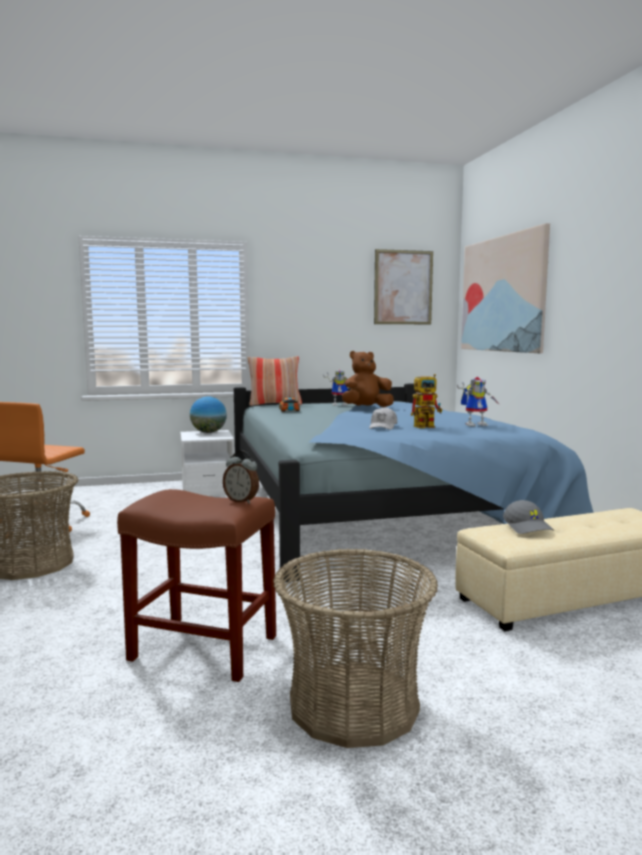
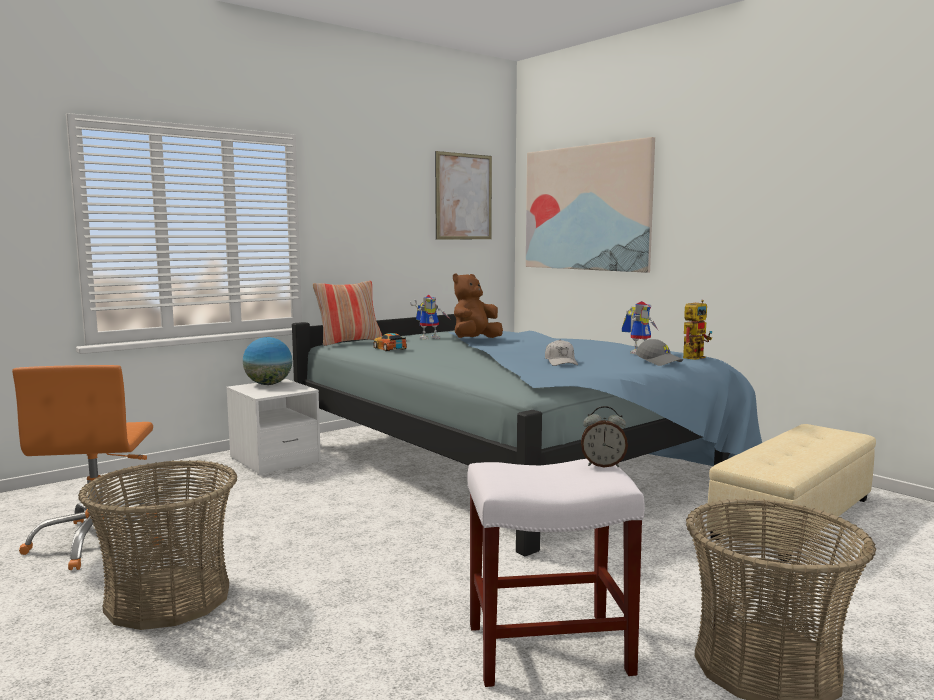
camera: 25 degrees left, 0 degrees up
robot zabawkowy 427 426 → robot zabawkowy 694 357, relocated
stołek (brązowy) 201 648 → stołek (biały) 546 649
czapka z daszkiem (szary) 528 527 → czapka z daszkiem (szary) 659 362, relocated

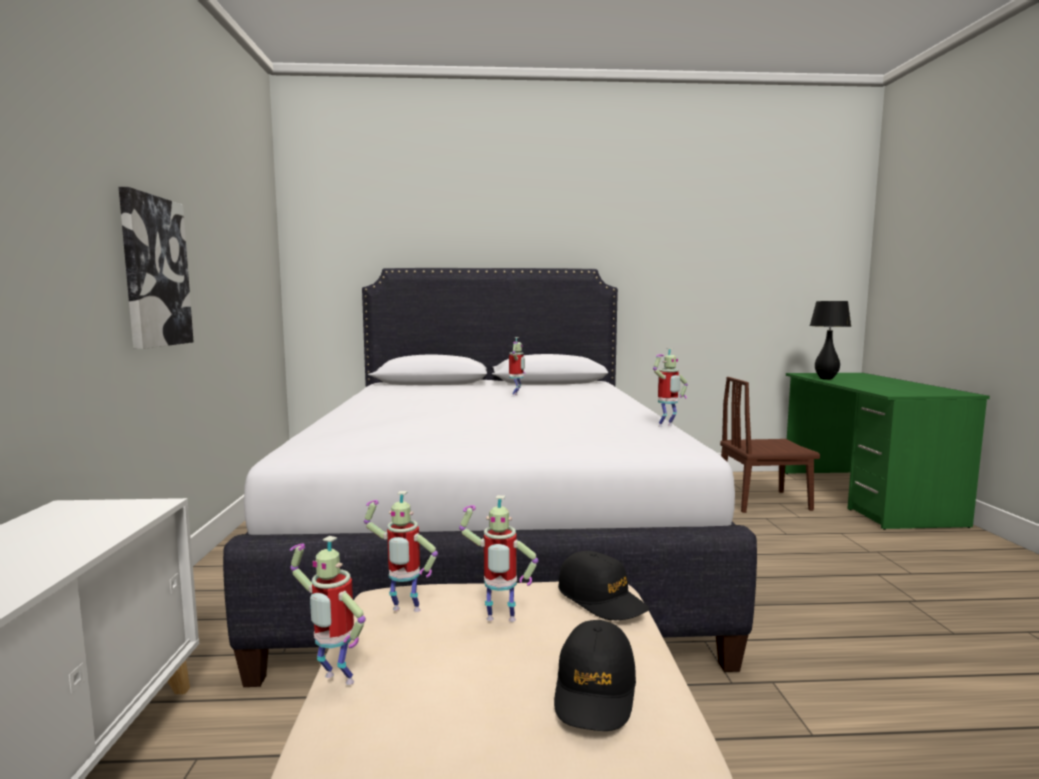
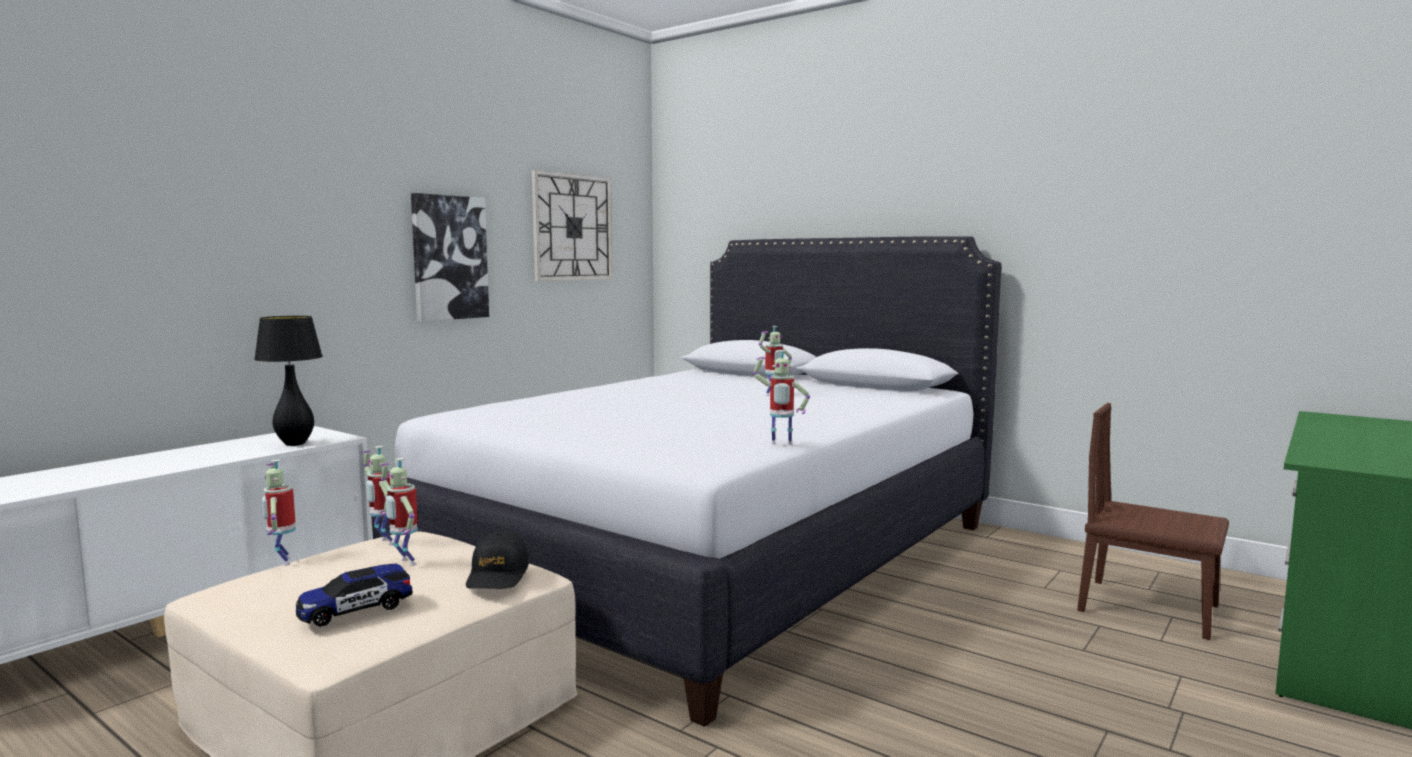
camera: 40 degrees right, 0 degrees up
lampa stołowa (czarny) 826 379 → lampa stołowa (czarny) 294 444, relocated
czapka z daszkiem (czarny) 595 690 → samochodzik 355 610
- → zegar ścienny 572 227

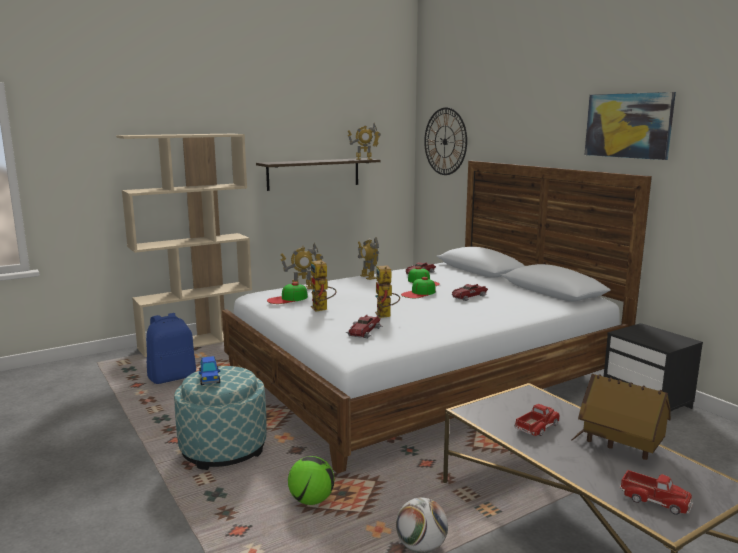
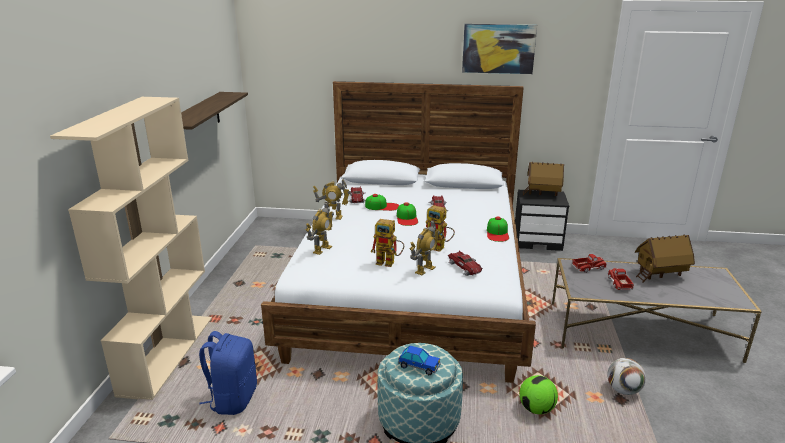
camera: 50 degrees left, 10 degrees up
zegar ścienny 445 141 → -
robot zabawkowy 364 159 → robot zabawkowy 424 270, relocated
czapka z daszkiem 287 299 → czapka z daszkiem 497 233, relocated
ciężarówka zabawkowa 655 500 → ciężarówka zabawkowa 588 268, relocated
- → domek 542 193

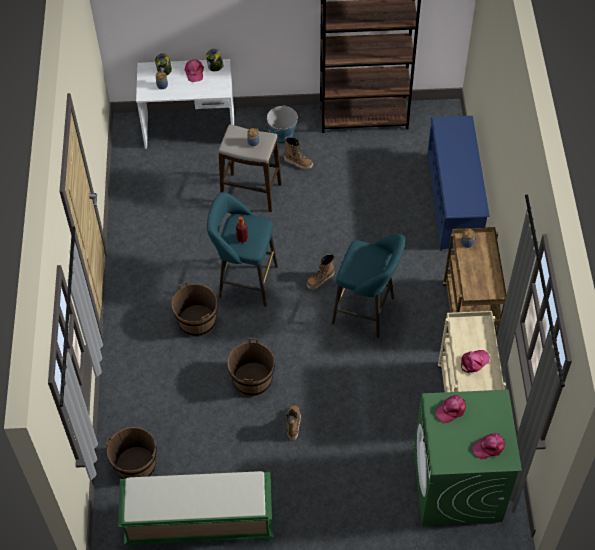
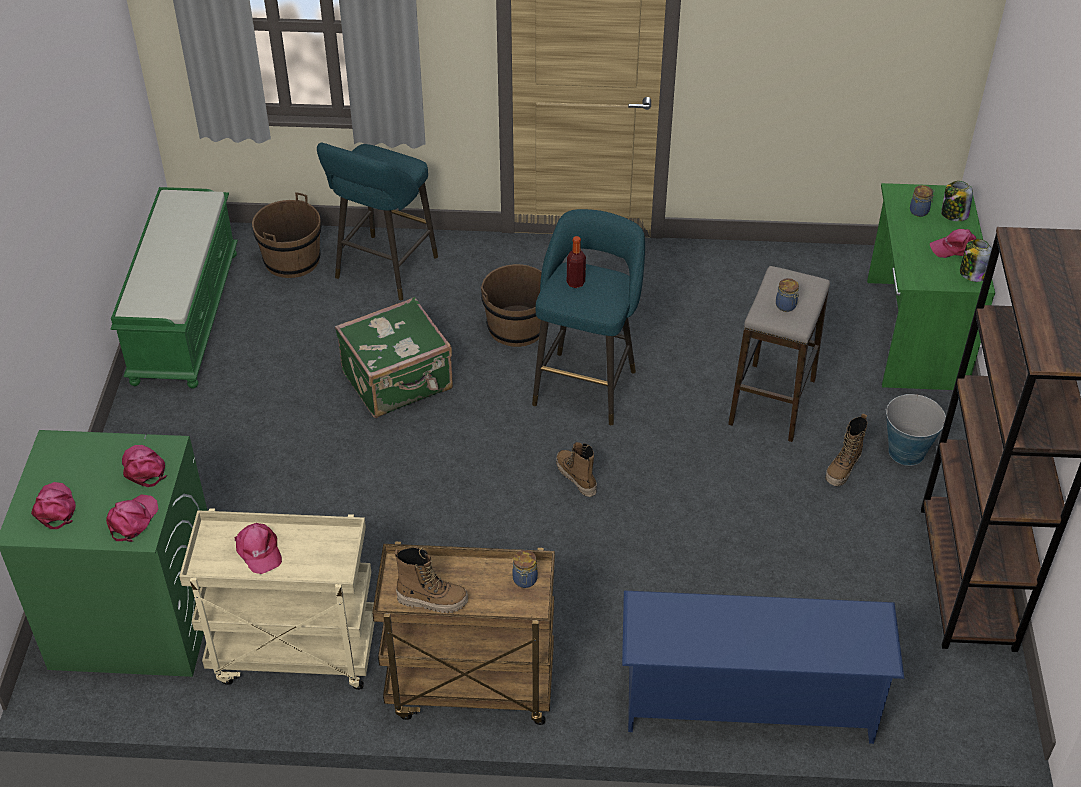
camera: 95 degrees right, 10 degrees down
biurko (biały) 190 130 → biurko (zielony) 913 334
stołek (turkusowy) 367 312 → stołek (turkusowy) 383 271, relocated
wiadro (brązowy) 252 380 → walizka (zielony) 398 382
but z cholewką 293 424 → but z cholewką 432 600, relocated
- → czapka z daszkiem (różowy) 132 520

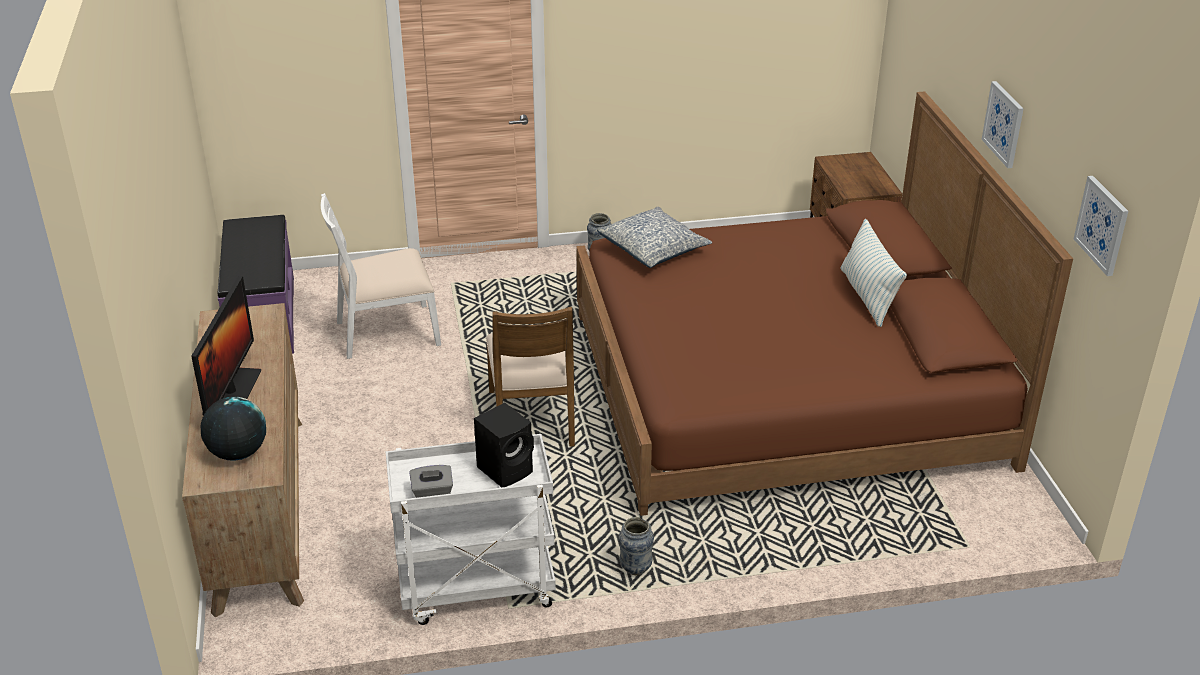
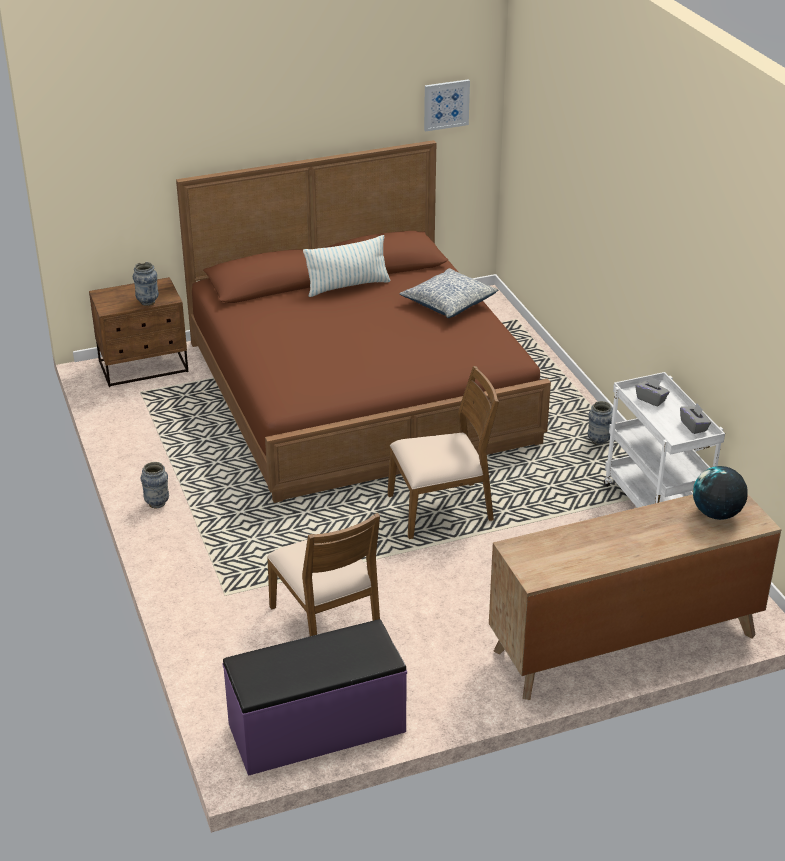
camera: 100 degrees left, 0 degrees up
obraz 1004 124 → -
krzesło (biały) 387 332 → krzesło (brązowy) 327 623
poduszka 653 249 → poduszka 449 303, relocated
monitor 232 392 → -
głośnik (czarny) 506 469 → pudełko chusteczek (szary) 651 399
- → wazon 147 302

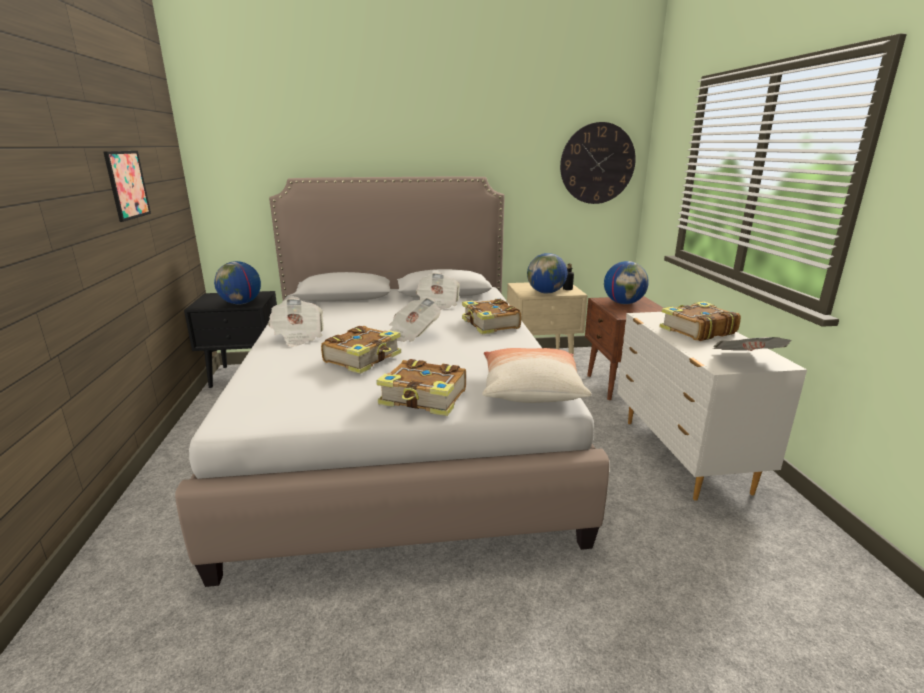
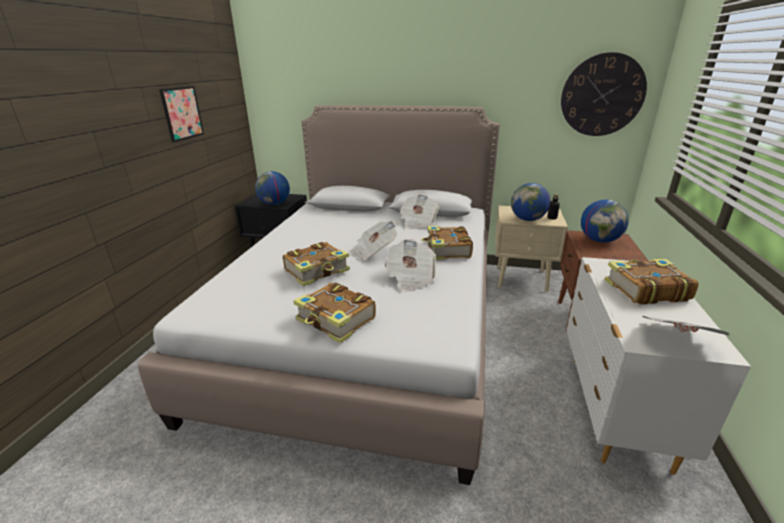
camera: 20 degrees right, 5 degrees up
gazeta 298 336 → gazeta 410 278, relocated
poduszka 530 390 → -

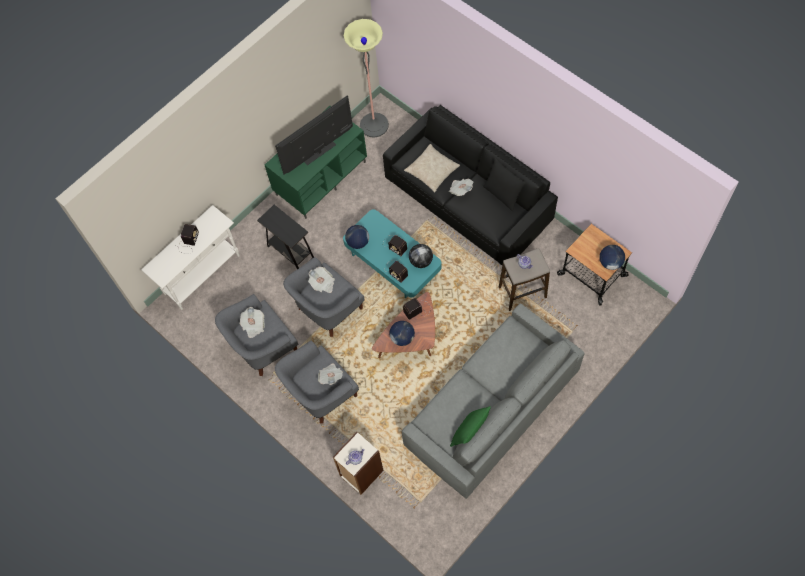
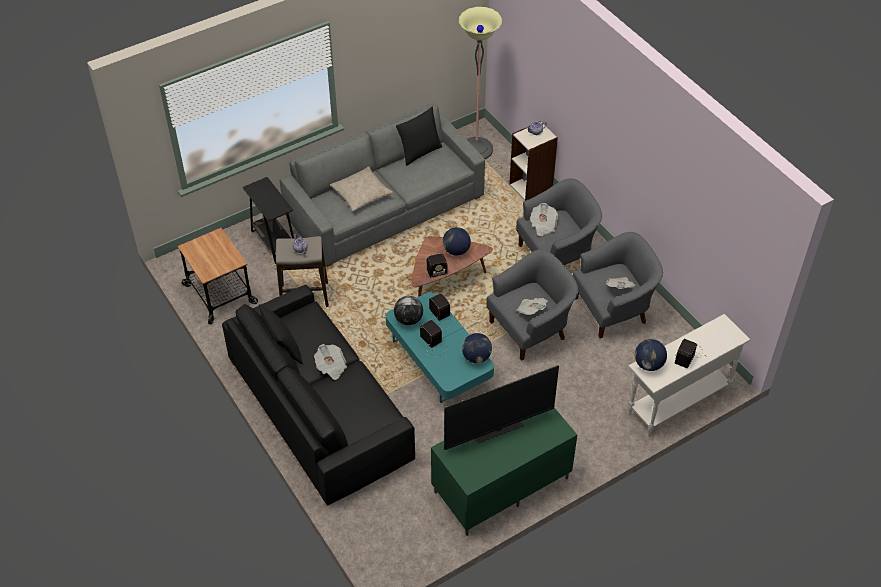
camera: 170 degrees left, 15 degrees down
lampa stojąca 374 125 → lampa stojąca 476 149, relocated
poduszka (beżowy) 432 171 → poduszka (beżowy) 361 194, relocated
stolik (czarny) 290 252 → stolik (czarny) 274 242, relocated
globus 610 263 → globus 649 364, relocated
poduszka (zielony) 469 433 → poduszka (czarny) 419 152

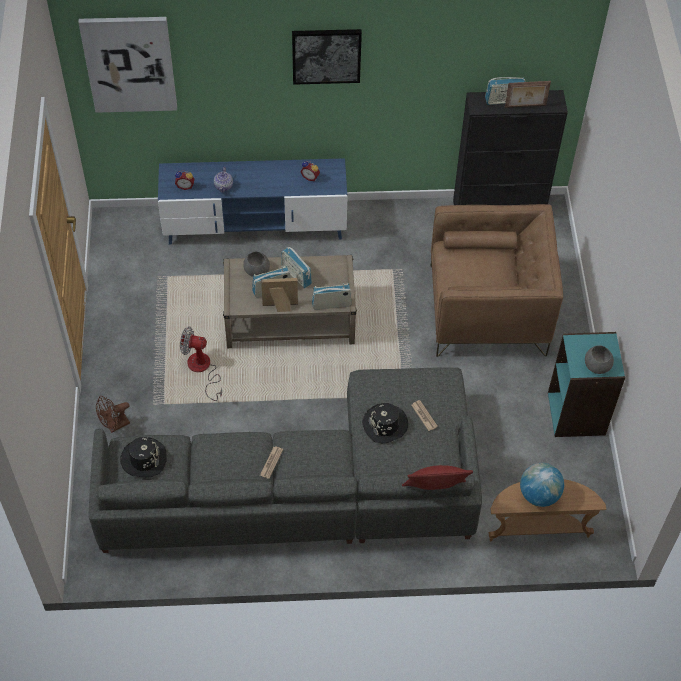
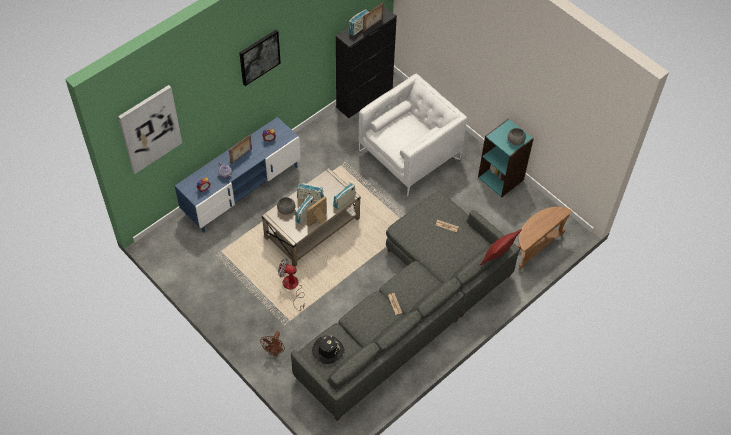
camera: 40 degrees left, 0 degrees up
fotel (brązowy) 487 310 → fotel (biały) 409 155
wentylator 202 370 → wentylator 292 288, 45 degrees clockwise
kapelusz (czarny) 385 425 → -
globus 539 494 → -
- → ramka na zdjęcie 241 156

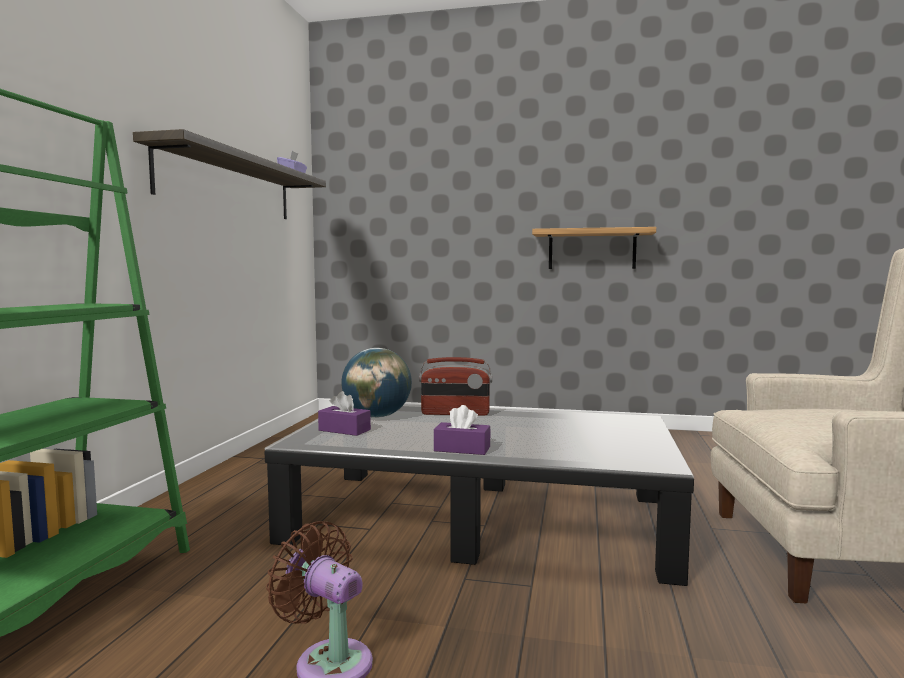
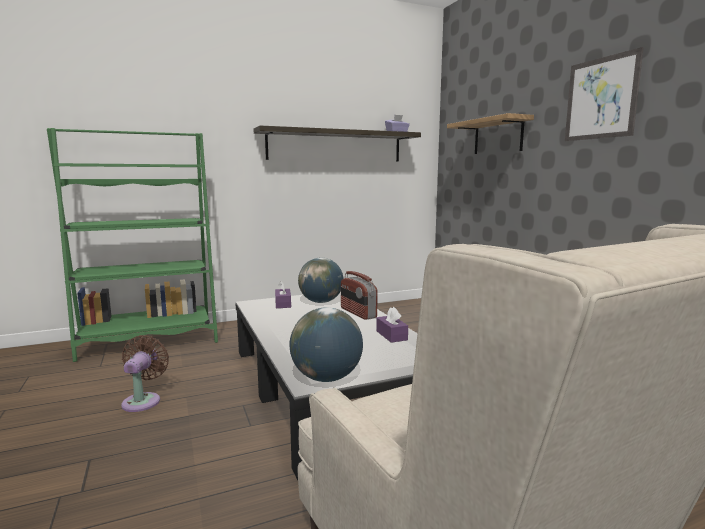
camera: 55 degrees right, 5 degrees up
półka 592 249 → półka 498 136, relocated
pudełko chusteczek (fioletowy) 462 449 → pudełko chusteczek (fioletowy) 391 335, relocated
- → obraz 601 98
- → globus 327 378

